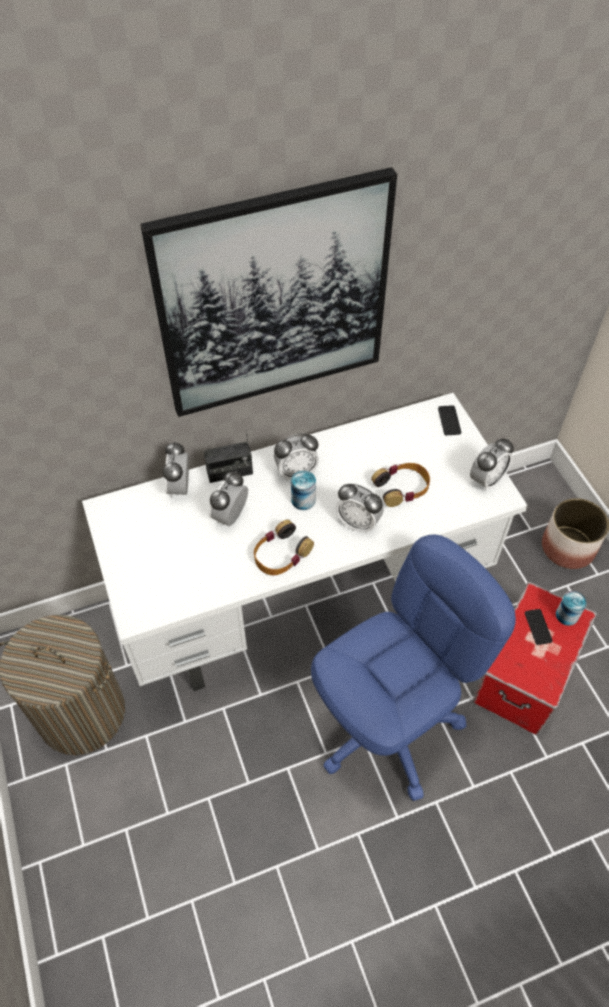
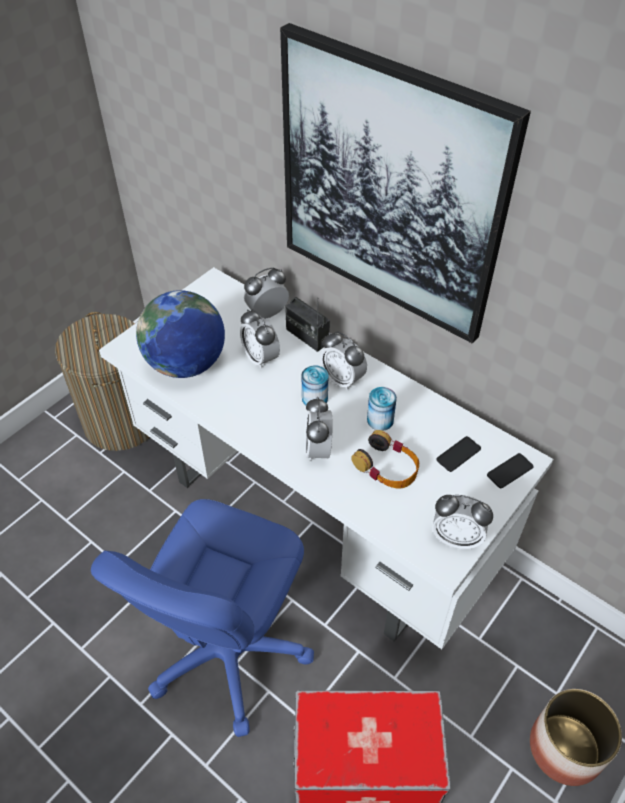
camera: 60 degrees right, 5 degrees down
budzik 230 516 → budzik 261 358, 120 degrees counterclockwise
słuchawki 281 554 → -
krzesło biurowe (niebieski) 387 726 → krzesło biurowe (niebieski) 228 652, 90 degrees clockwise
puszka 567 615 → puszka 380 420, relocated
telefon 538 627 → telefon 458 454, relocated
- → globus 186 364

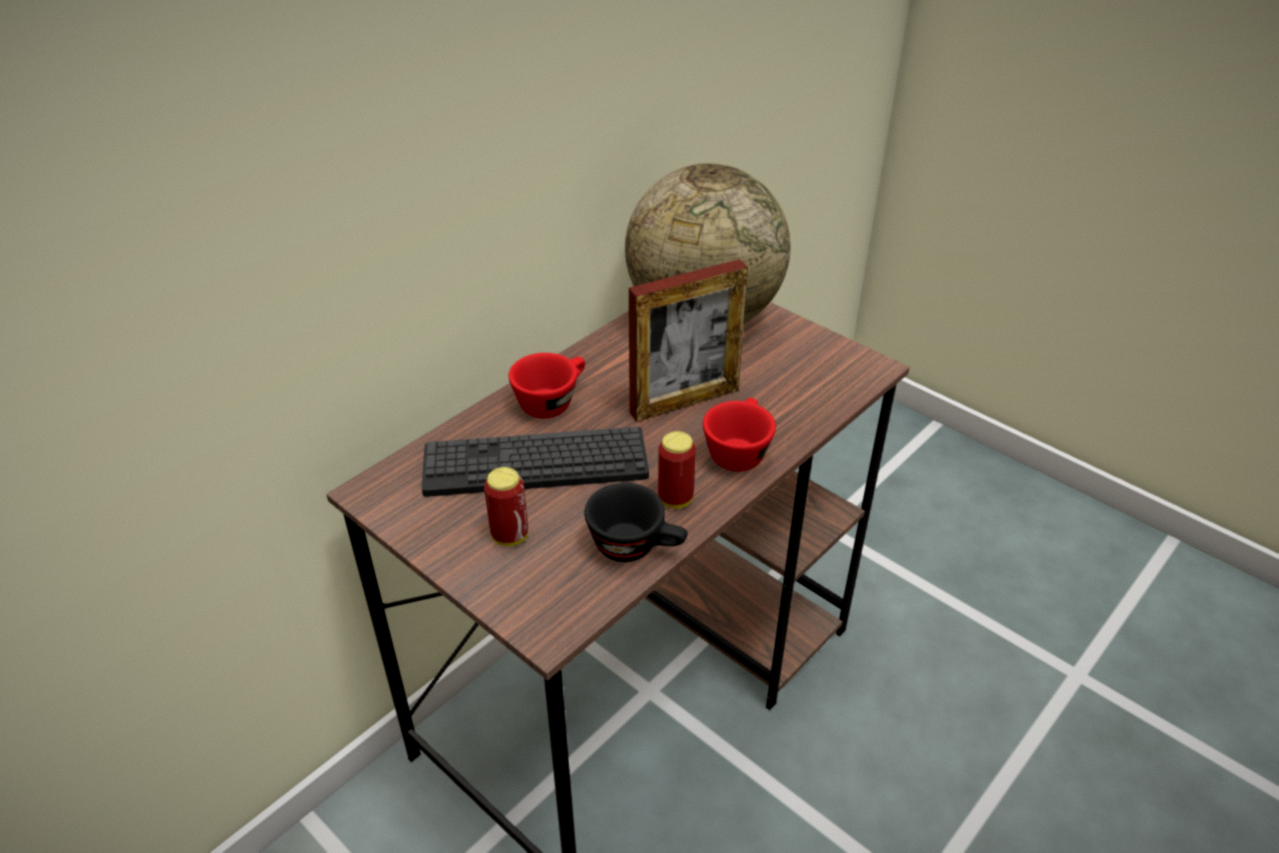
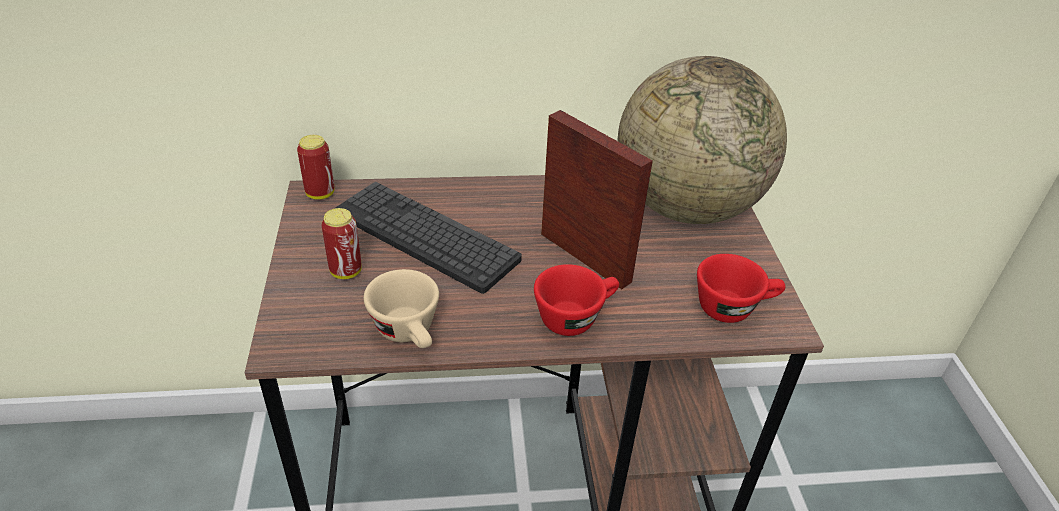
camera: 40 degrees right, 0 degrees up
ramka na zdjęcie 684 401 → ramka na zdjęcie 585 257, 150 degrees counterclockwise
filiżanka (czerwony) 552 401 → filiżanka (czerwony) 733 307, relocated
puszka 675 499 → puszka 320 194, relocated
filiżanka (czarny) 636 546 → filiżanka (beżowy) 410 333

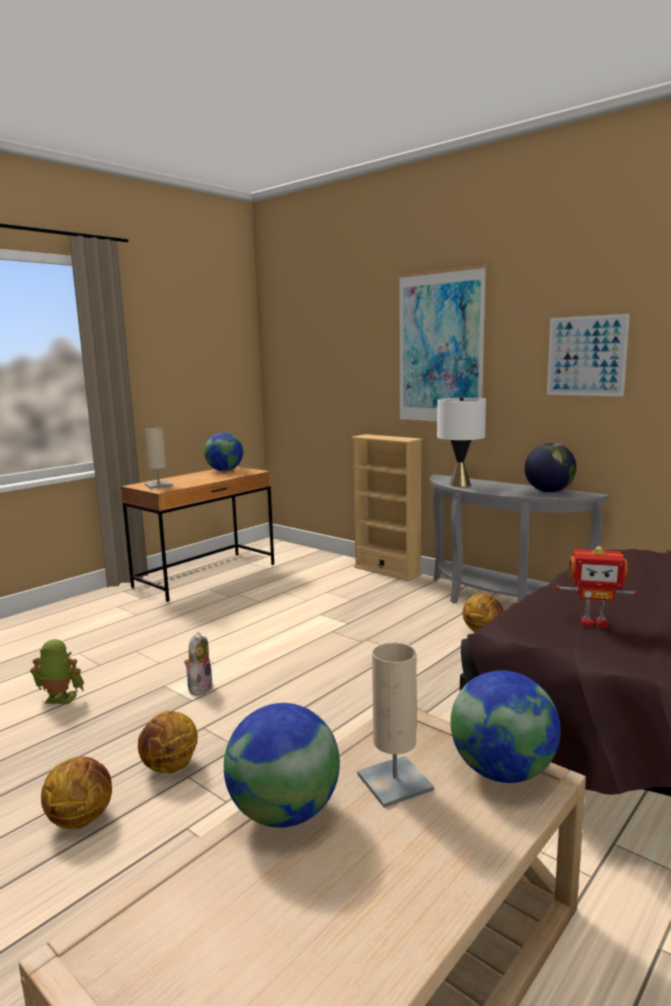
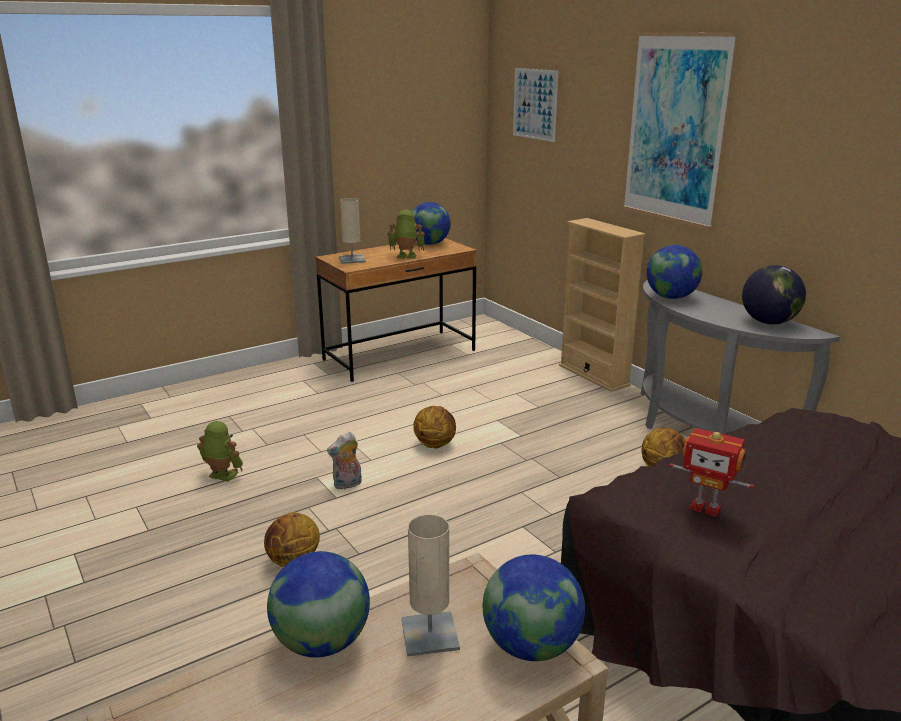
camera: 15 degrees right, 10 degrees up
obraz 586 356 → obraz 535 104, relocated
lampa stołowa (biały) 459 484 → globus 671 297
pluszak 199 687 → pluszak 347 485, 150 degrees counterclockwise
piłka do koszykówki 81 818 → piłka do koszykówki 435 444, relocated
- → robot zabawkowy 406 257

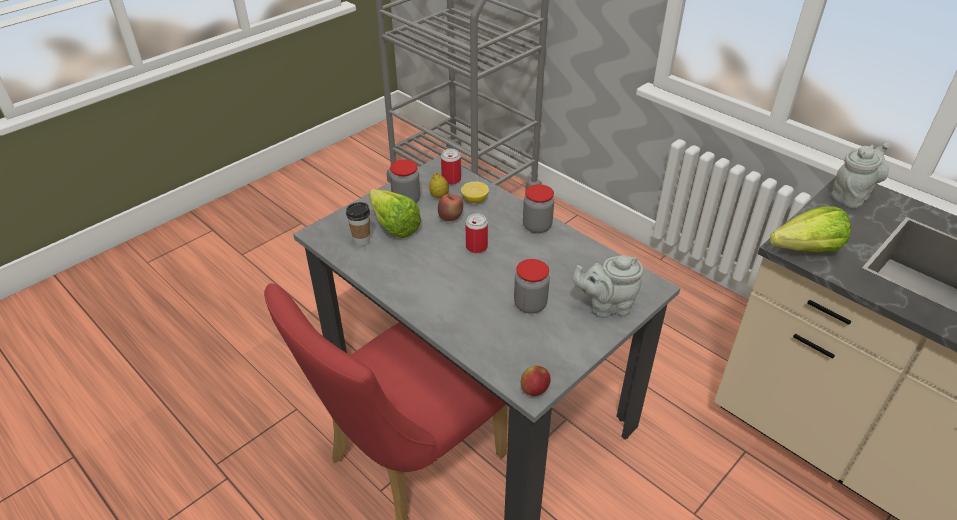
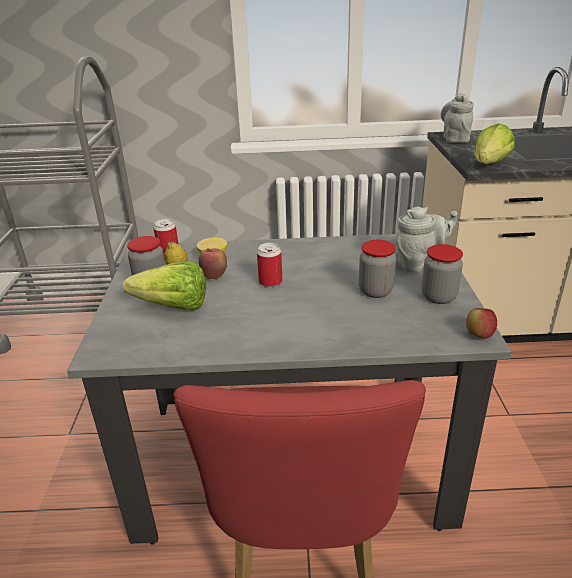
camera: 45 degrees left, 10 degrees down
słoik 537 226 → słoik 438 297, relocated
filiżanka 361 241 → -
imbryk (szary) 606 306 → imbryk (szary) 420 263, 150 degrees counterclockwise

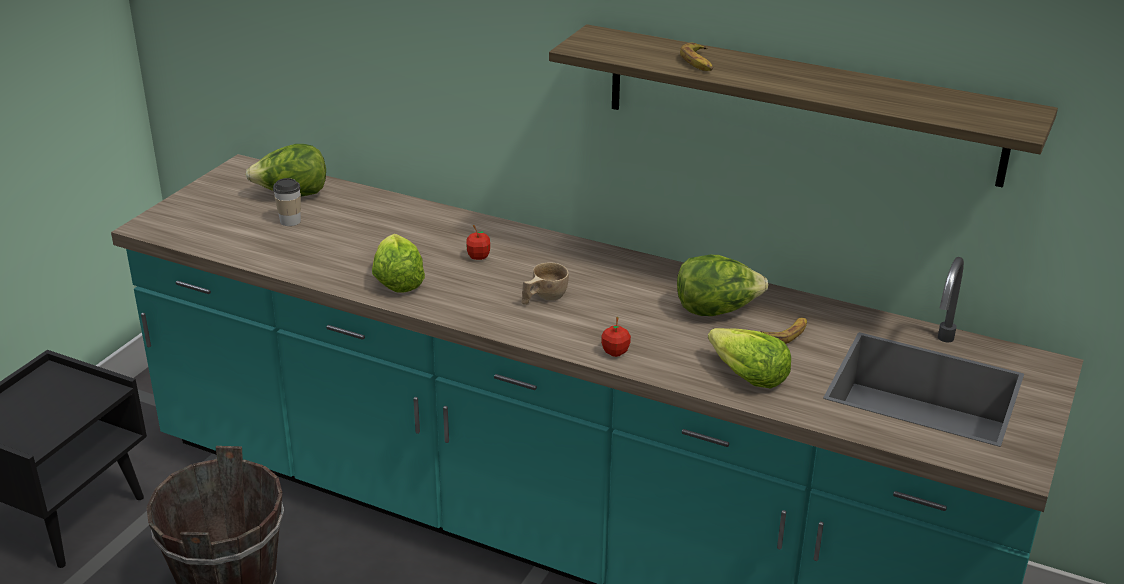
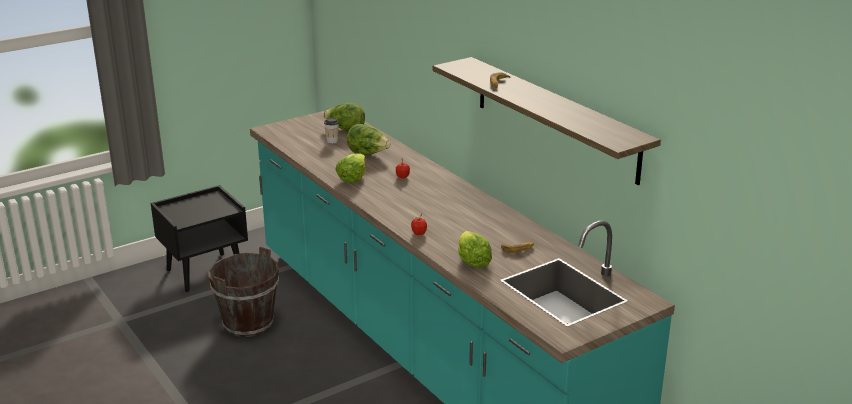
camera: 30 degrees right, 5 degrees down
sałata 716 310 → sałata 368 154, relocated
filiżanka (beżowy) 543 298 → -

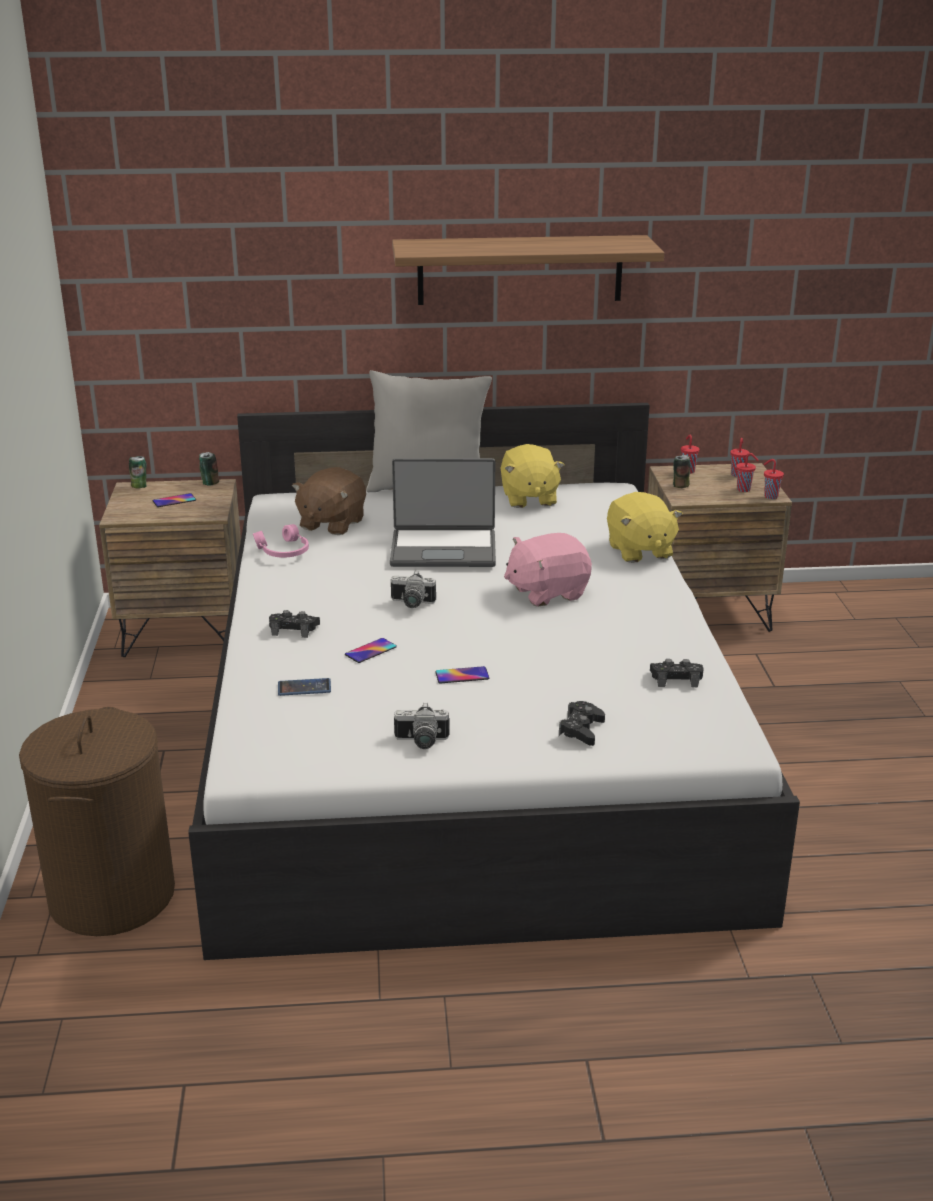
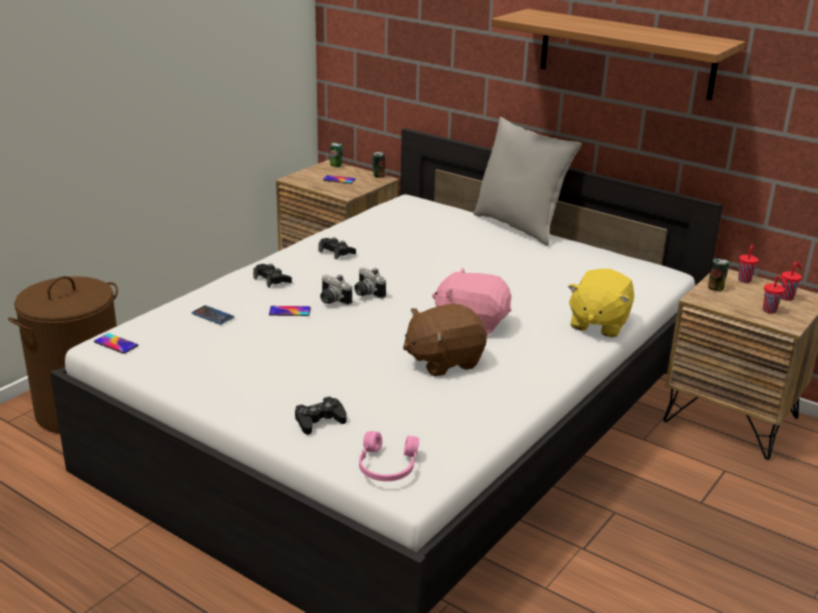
camera: 40 degrees right, 0 degrees up
pluszak (żółty) 528 498 → -
laptop 443 549 → -
filiżanka (czerwony) 770 496 → -
pluszak (brązowy) 331 524 → pluszak (brązowy) 443 361, relocated
słuchawki (różowy) 283 552 → słuchawki (różowy) 386 466, relocated
pad do gier (czarny) 676 679 → pad do gier (czarny) 336 252, relocated
telefon 462 675 → telefon 116 344, relocated
aparat fotograficzny 421 742 → aparat fotograficzny 331 301, relocated

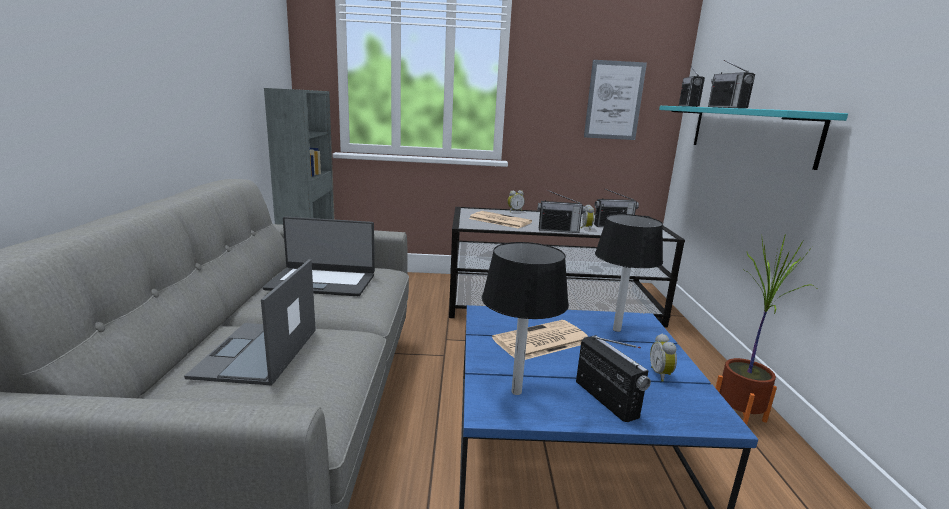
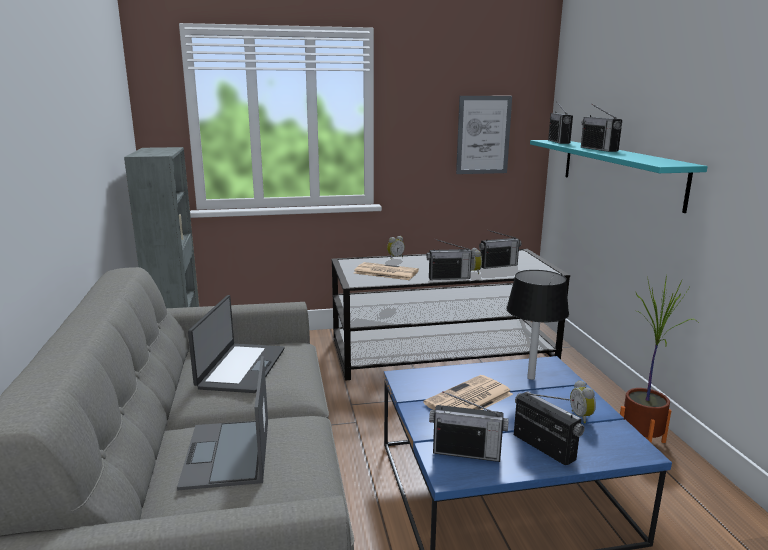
camera: 10 degrees left, 0 degrees up
laptop 322 282 → laptop 240 368, 75 degrees counterclockwise
lampa stołowa (czarny) 516 392 → radio 466 452

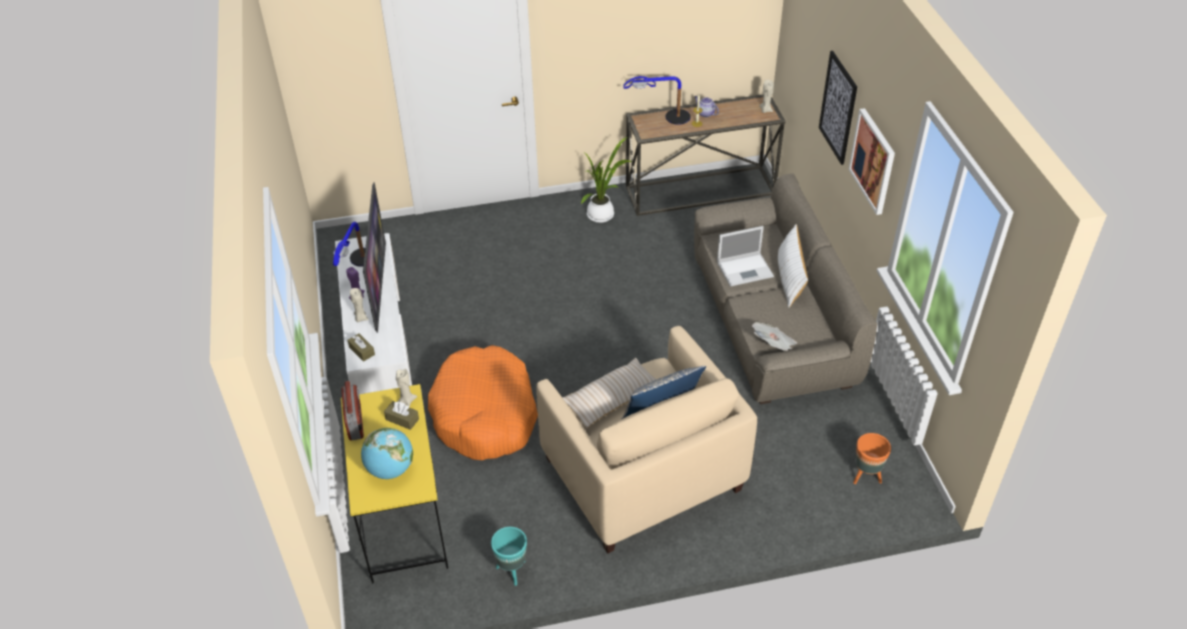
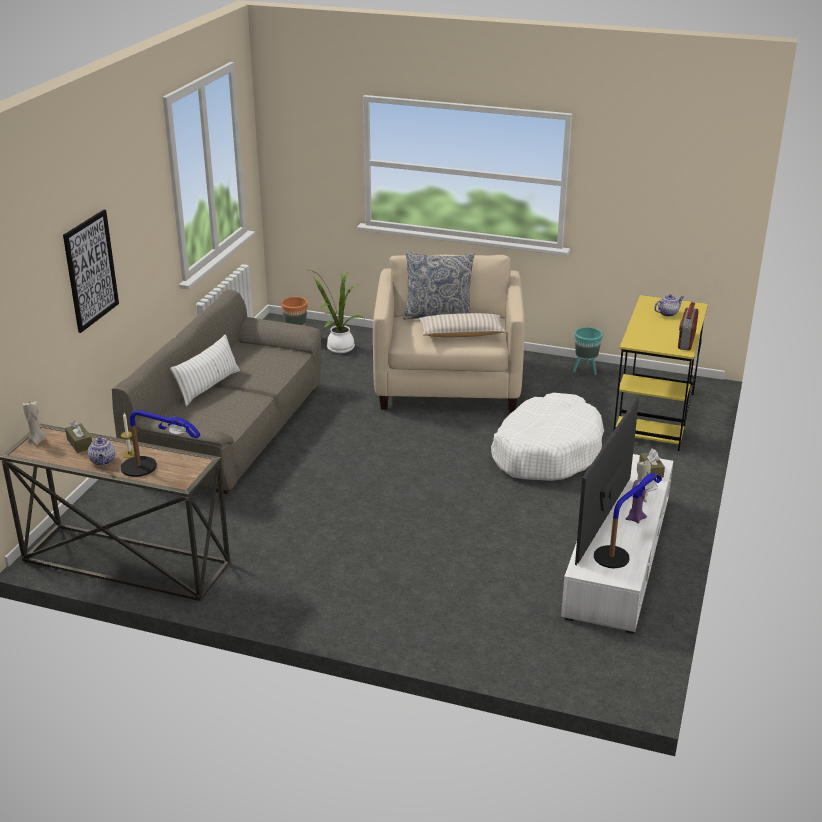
camera: 150 degrees left, 15 degrees down
obraz 873 161 → -
roślina doniczkowa 602 214 → roślina doniczkowa 338 347, relocated
laptop 746 269 → -
gazeta 773 345 → -
legowisko (pomarańczowy) 485 414 → legowisko (biały) 546 452
świeca (beżowy) 406 400 → -
pudełko chusteczek (brązowy) 402 419 → pudełko chusteczek (brązowy) 80 443, relocated
globus 390 469 → imbryk 668 313

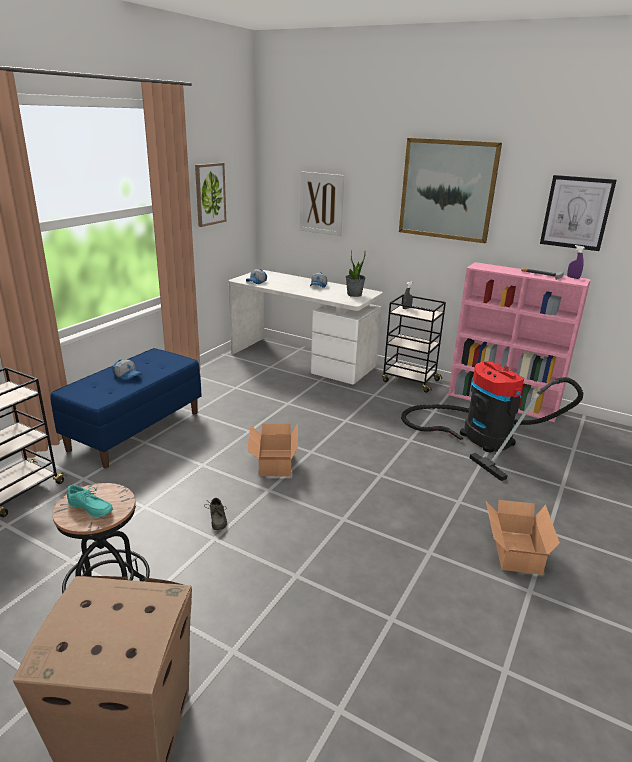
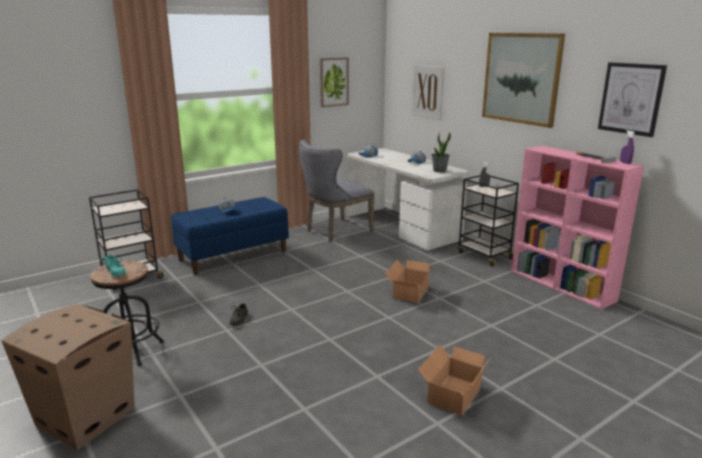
camera: 25 degrees right, 5 degrees down
odkurzacz 481 436 → -
karton 273 463 → karton 408 292, relocated
- → krzesło (szary) 335 231

